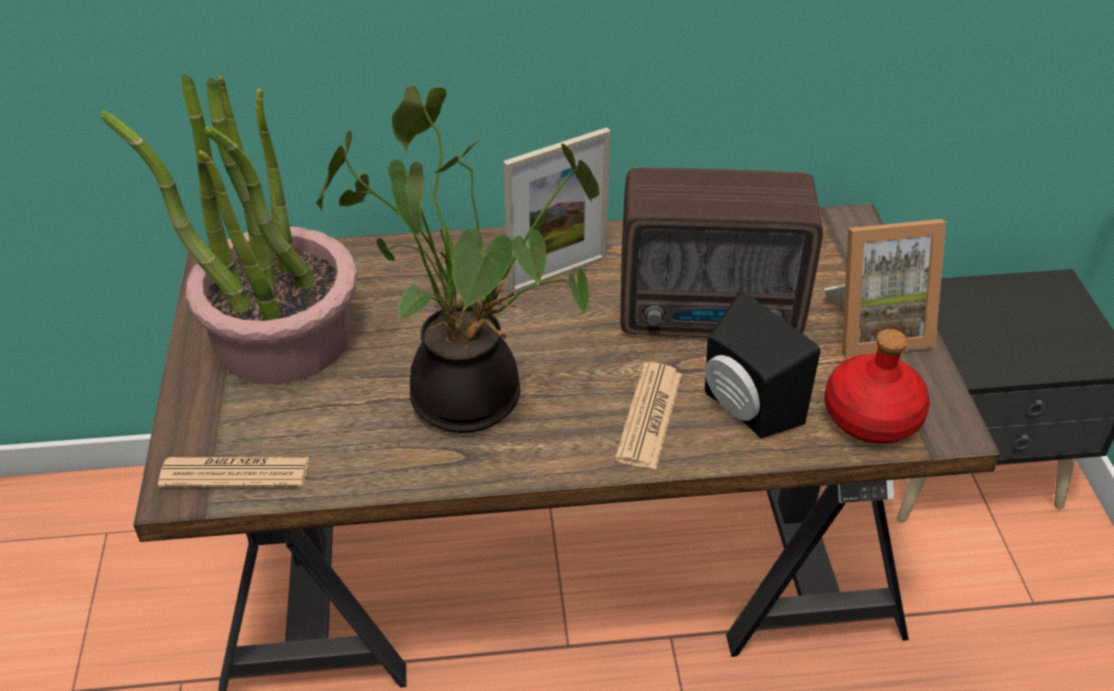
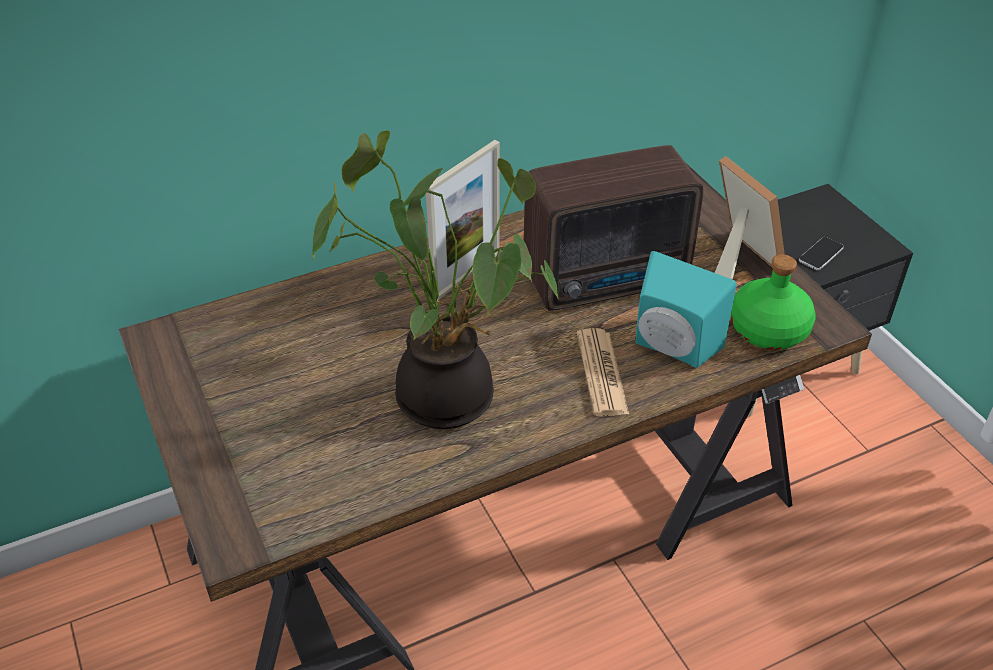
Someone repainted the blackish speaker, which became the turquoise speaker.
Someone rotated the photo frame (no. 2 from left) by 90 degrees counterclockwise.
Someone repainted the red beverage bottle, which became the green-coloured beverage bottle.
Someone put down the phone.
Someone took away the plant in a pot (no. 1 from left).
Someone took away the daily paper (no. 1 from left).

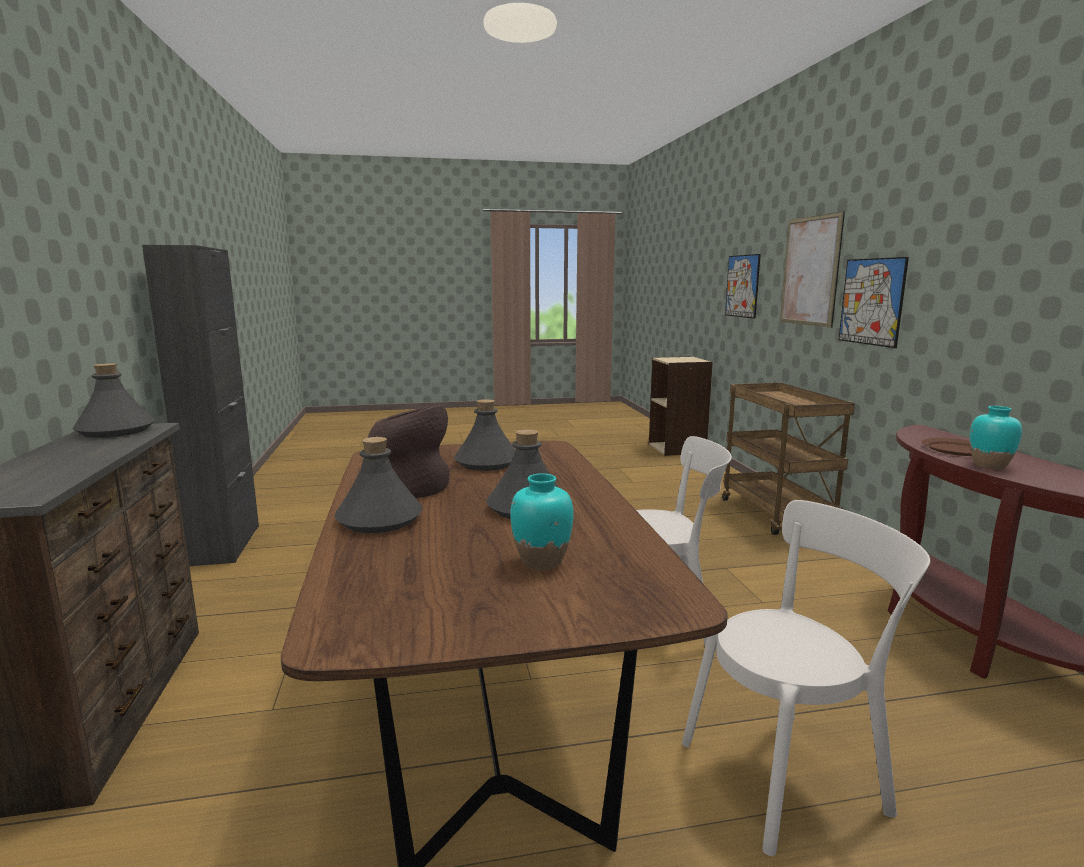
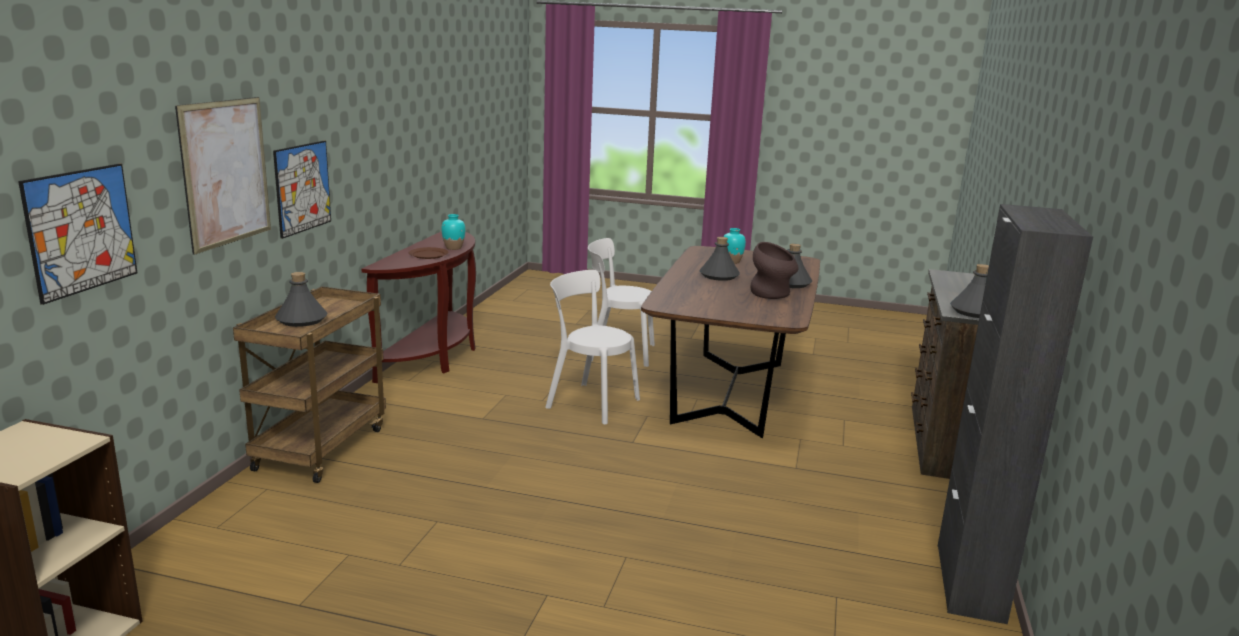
Someone carried the greyish beverage bottle (no. 3 from left in the first image).

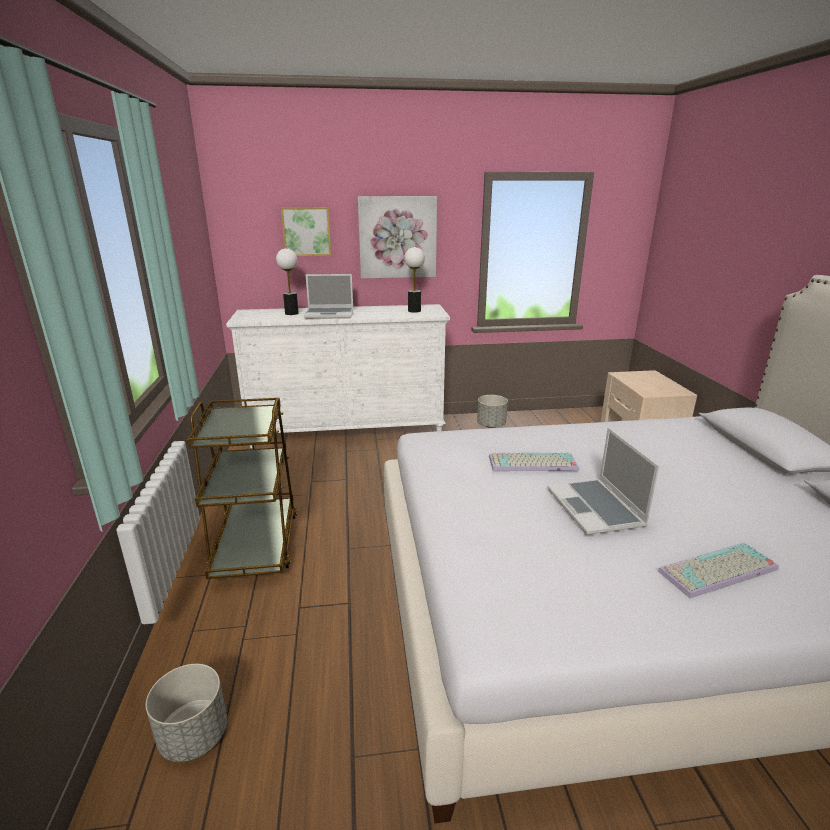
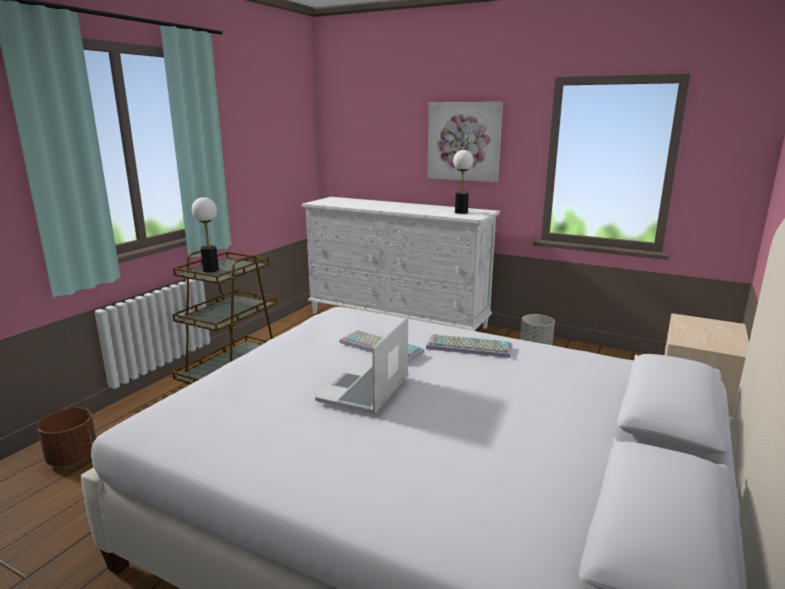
Someone repainted the greyish planter (no. 1 from left), which became the brownish planter.
Someone carried the table lamp (no. 1 from left).
Someone carried the keyboard (no. 2 from left).
Someone took away the wall picture (no. 1 from left).
Someone took away the laptop (no. 1 from left).

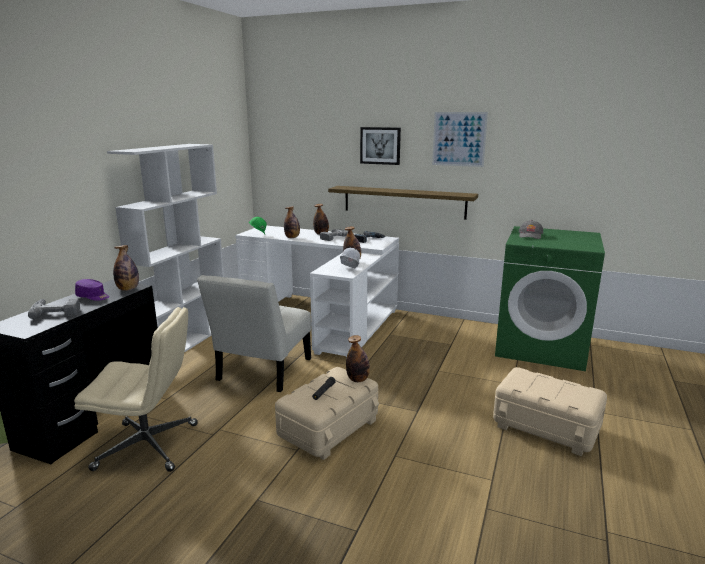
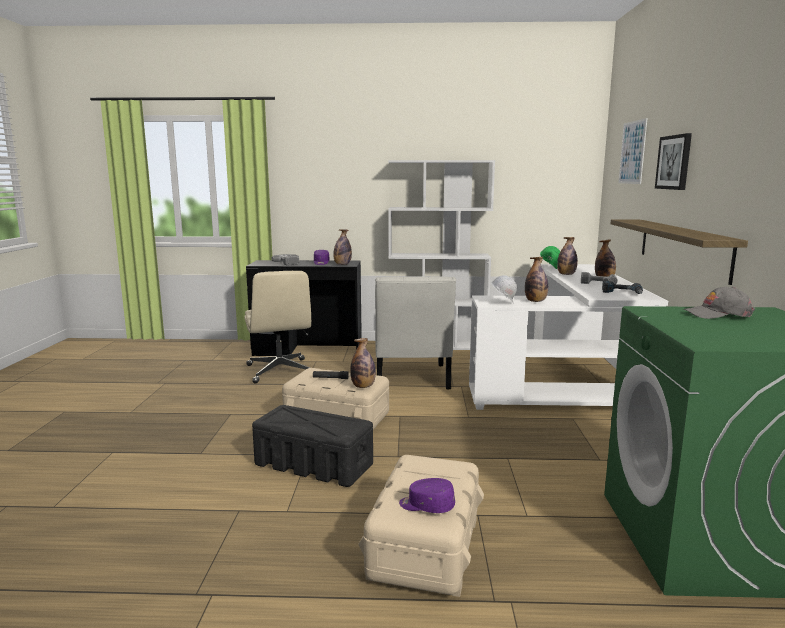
Someone put down the blackish storage container.
Someone rotated the white-coloured plain chair by 90 degrees counterclockwise.
Someone put down the purplish baseball cap (no. 2 from left).
Someone carried the wall picture (no. 2 from left in the first image).

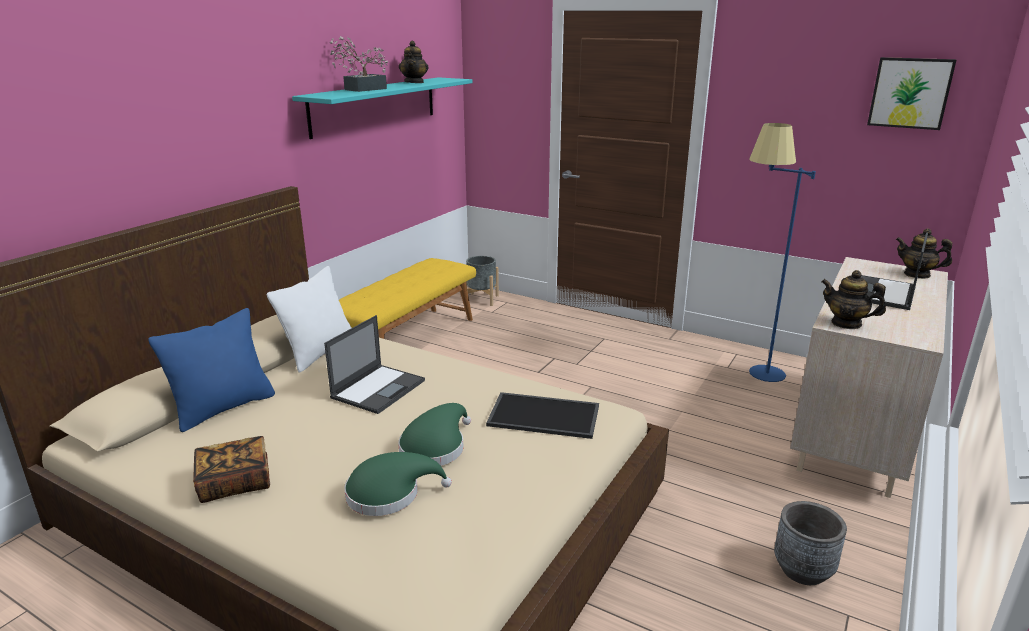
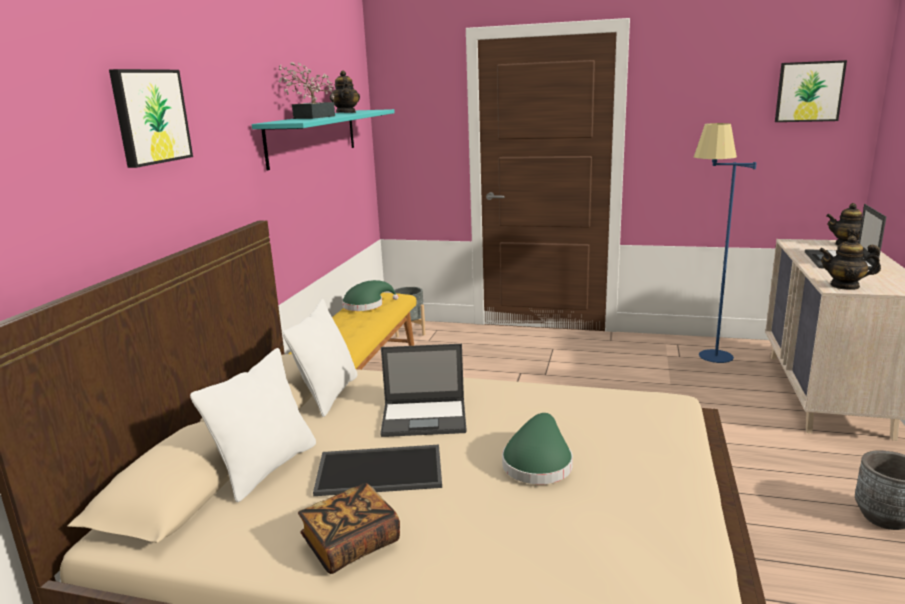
Someone put up the wall picture (no. 1 from left).
Someone repainted the blue-coloured throw pillow, which became the white-coloured throw pillow (no. 1 from left).
Someone carried the tray.
Someone carried the green-coloured hat (no. 1 from left).
Someone rotated the laptop (no. 1 from left) by 75 degrees clockwise.

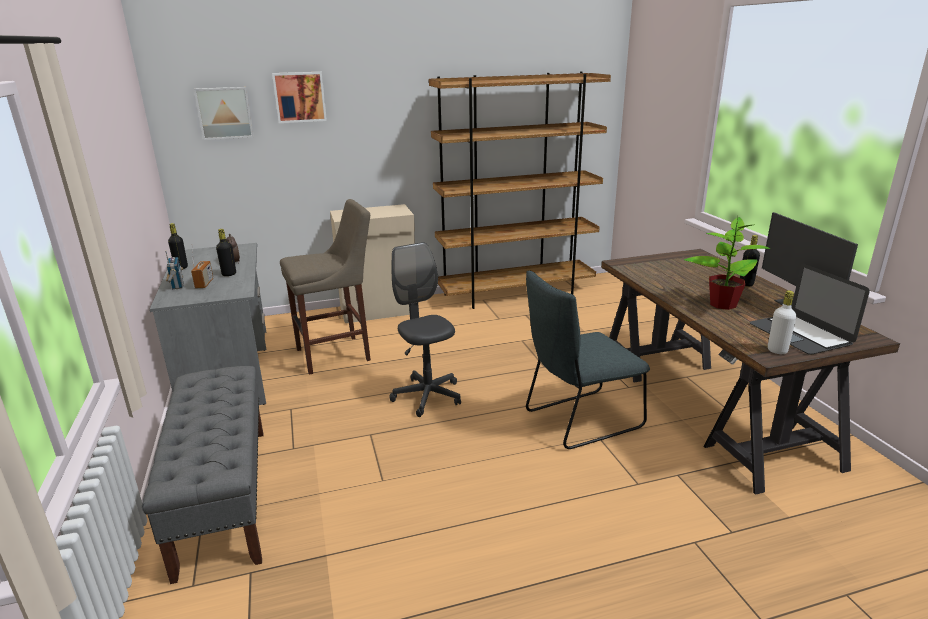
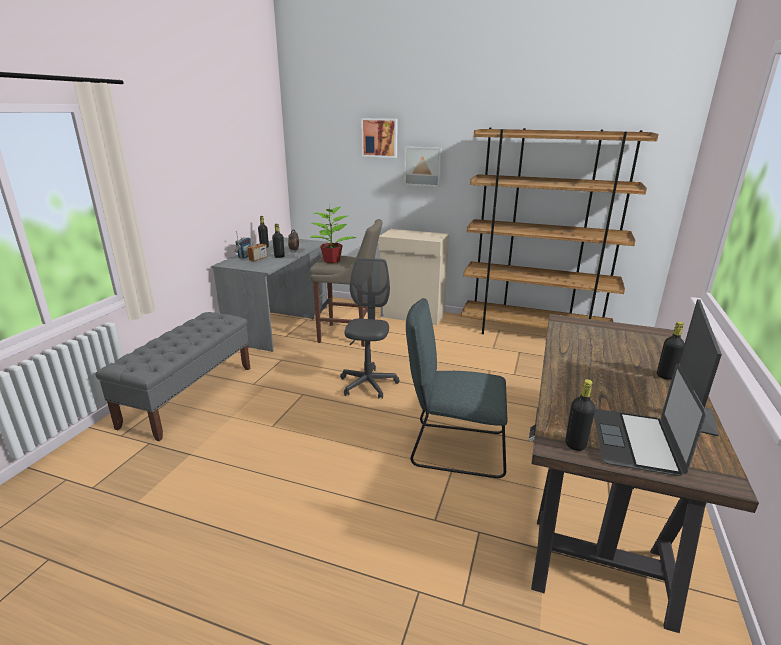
Someone carried the plant in a pot.
Someone carried the wall picture (no. 1 from left in the first image).
Someone repainted the white-coloured beverage bottle, which became the blackish beverage bottle (no. 3 from left).

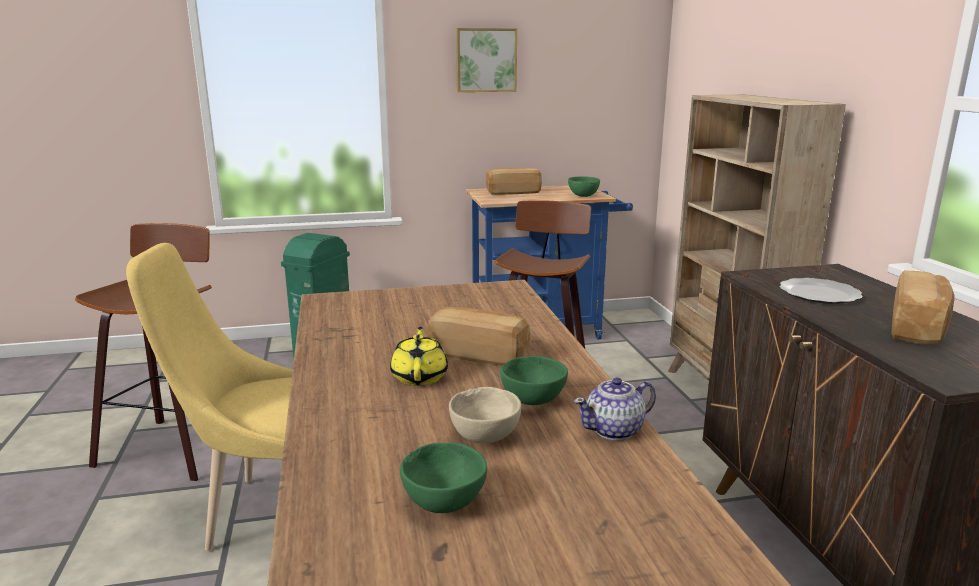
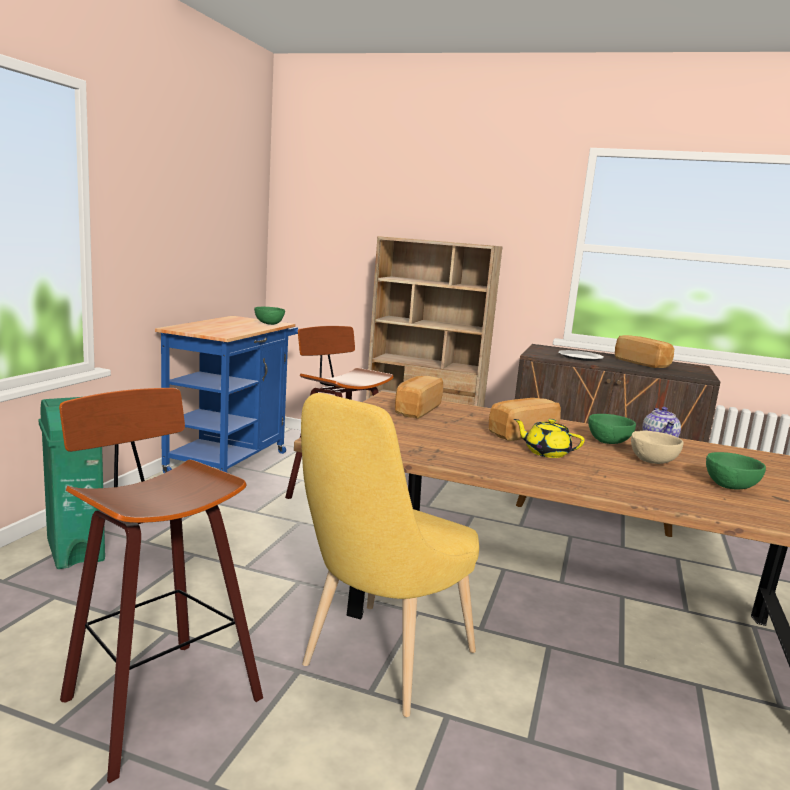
Someone carried the bakery bread (no. 2 from left in the first image).
Someone took away the wall picture.

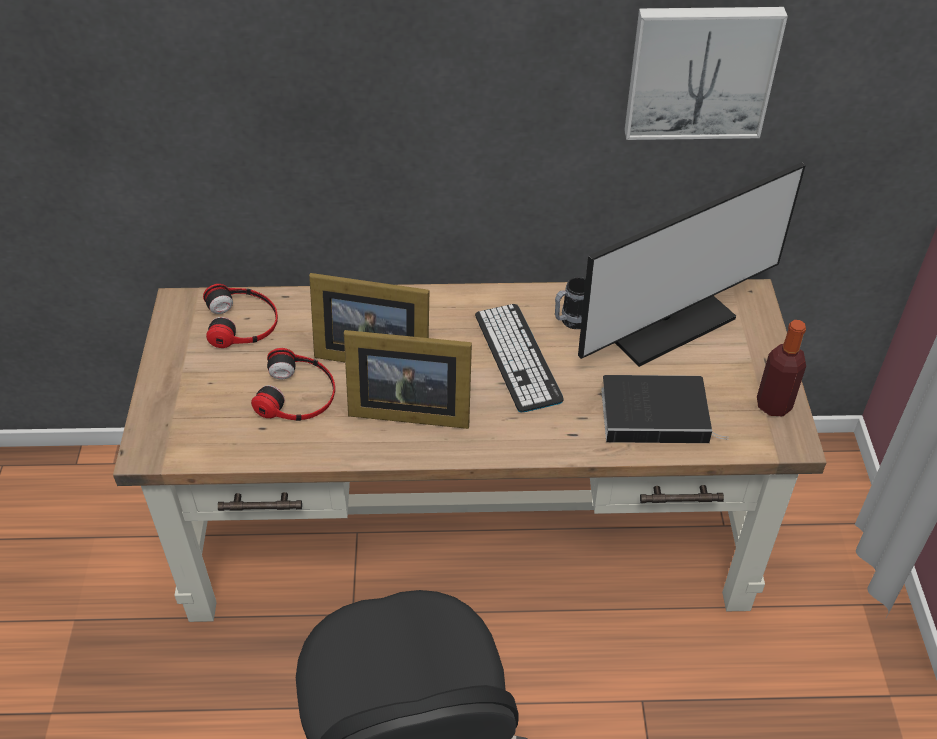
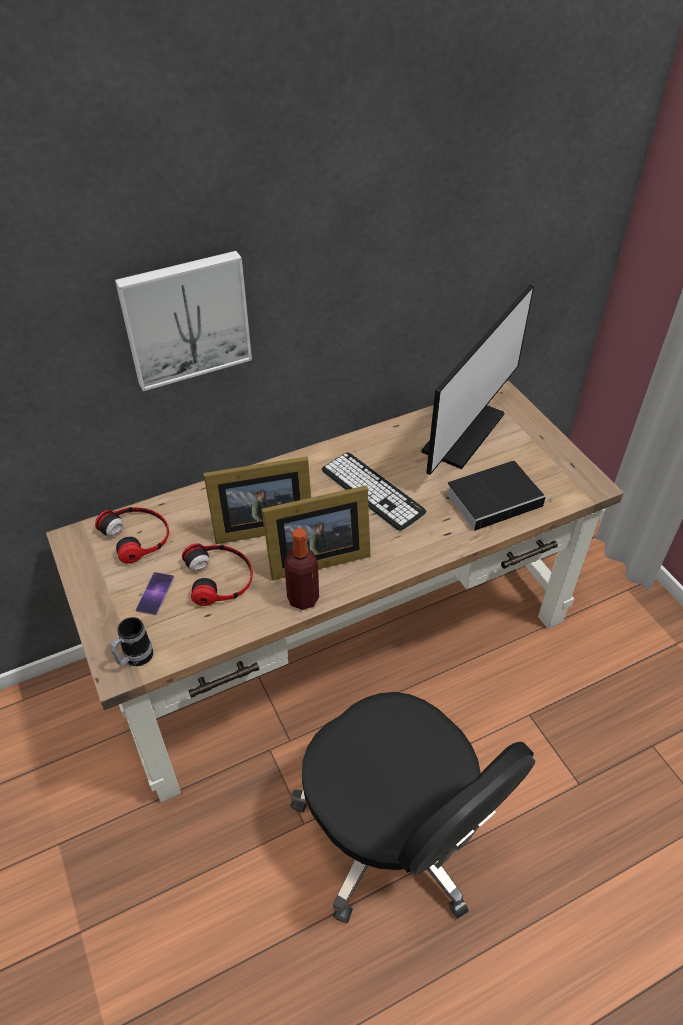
Someone carried the tea mug.
Someone carried the wall picture.
Someone put down the phone.
Someone carried the beverage bottle.

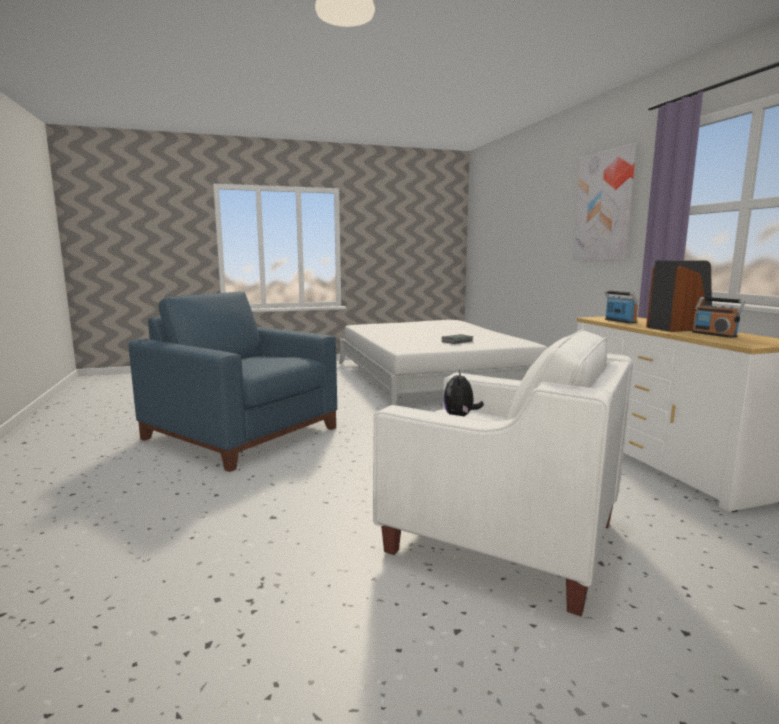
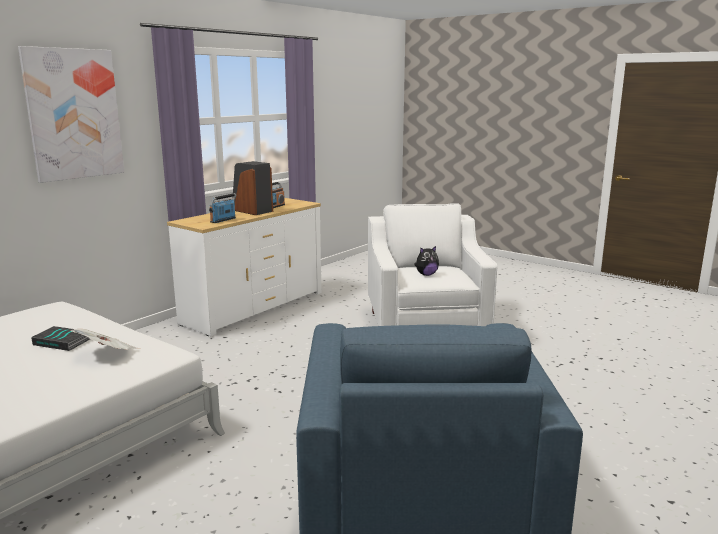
Someone put down the daily paper.

